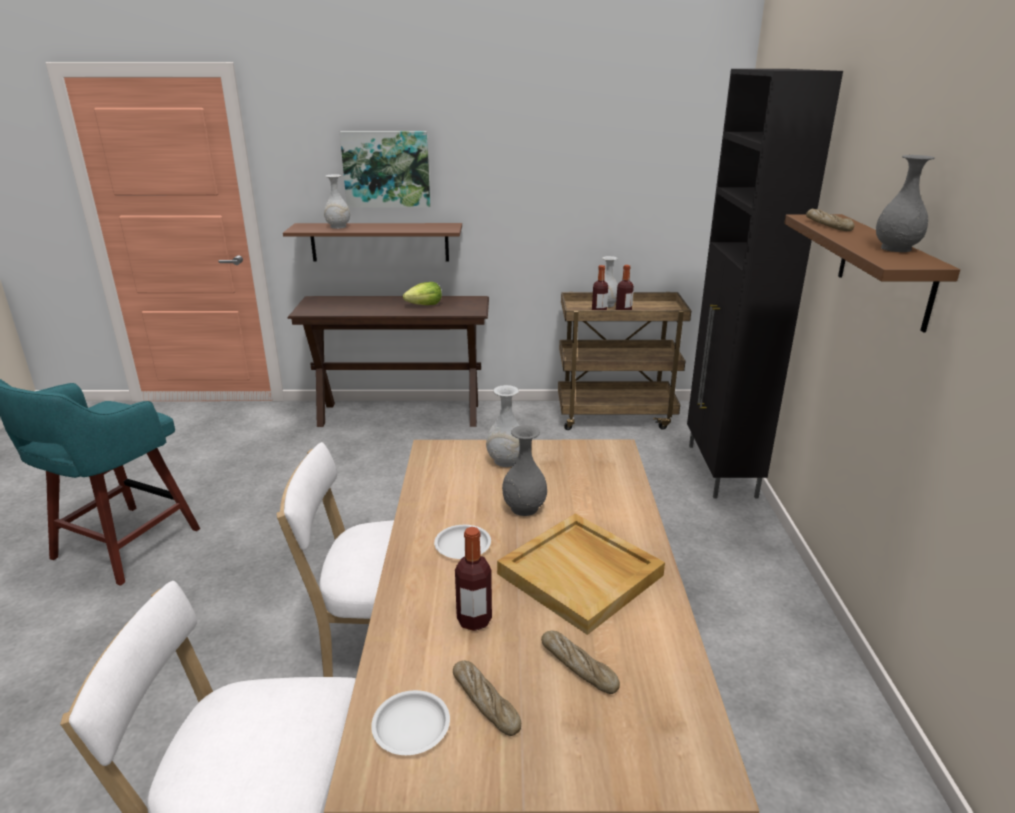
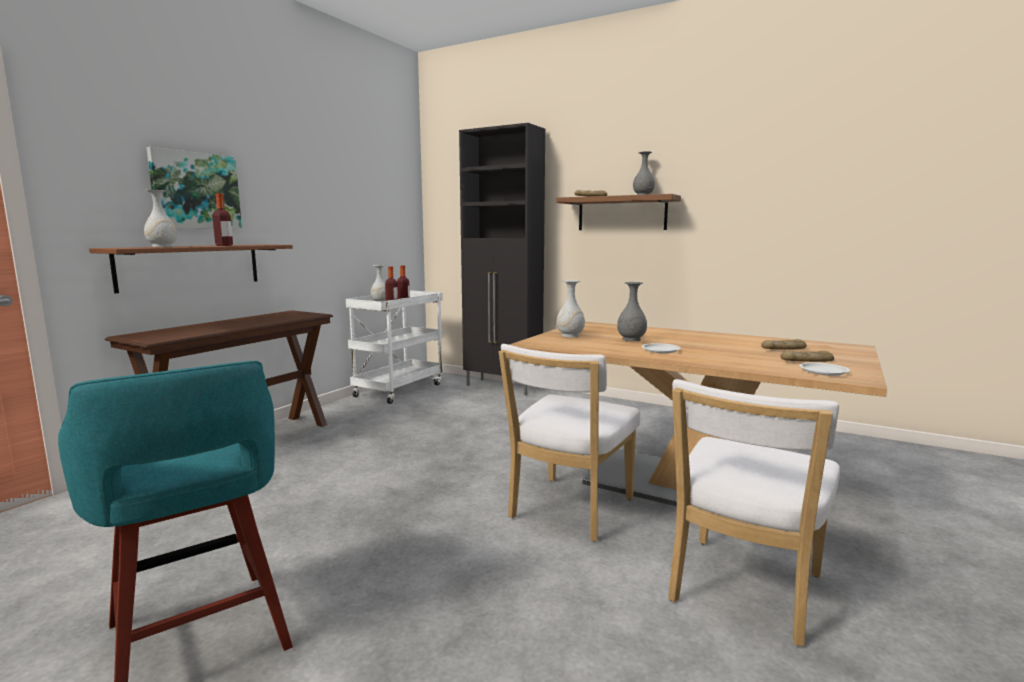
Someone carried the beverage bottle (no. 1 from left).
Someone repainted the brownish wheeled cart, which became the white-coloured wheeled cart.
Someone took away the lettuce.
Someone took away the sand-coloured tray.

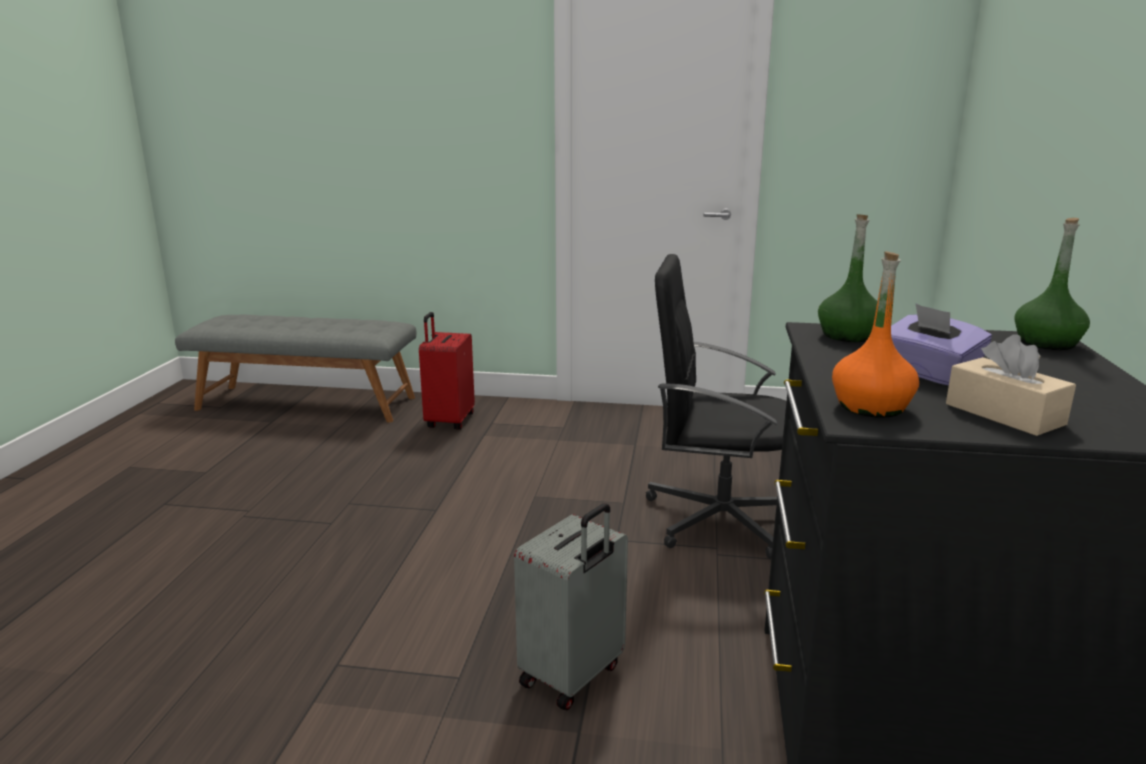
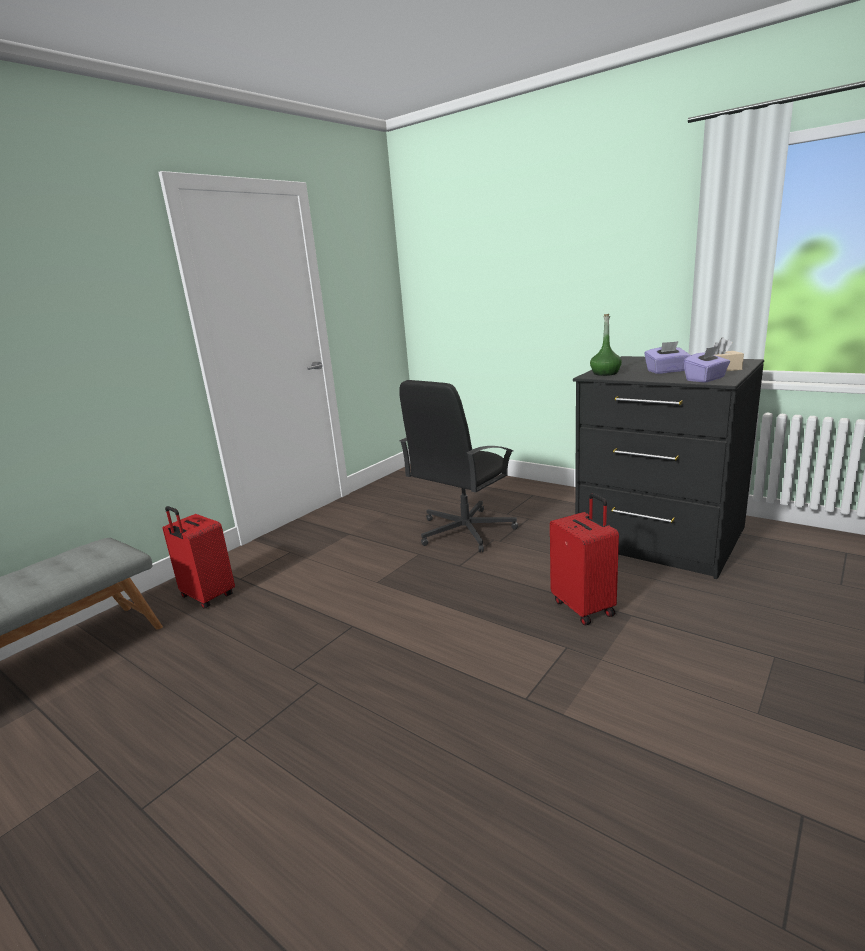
Someone repainted the greyish piece of luggage, which became the red piece of luggage (no. 2 from left).
Someone swapped the orange-coloured beverage bottle for the purplish tissue holder (no. 2 from left).
Someone took away the green-coloured beverage bottle (no. 2 from left).

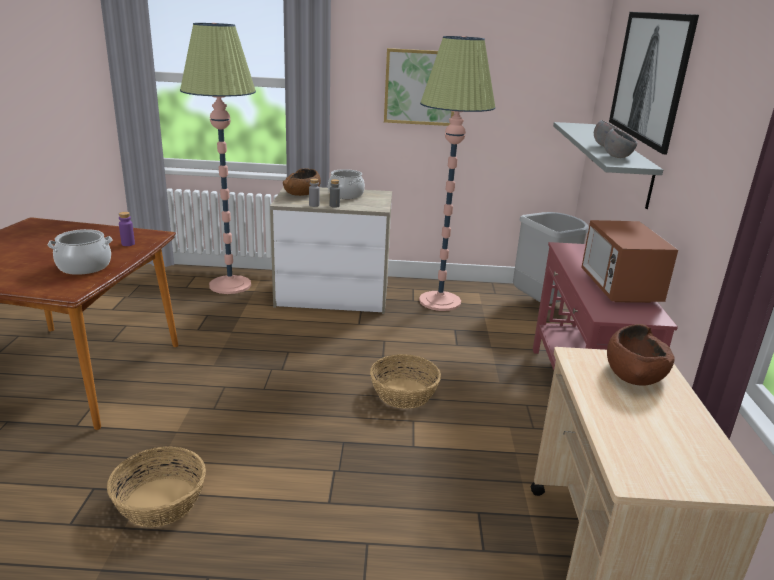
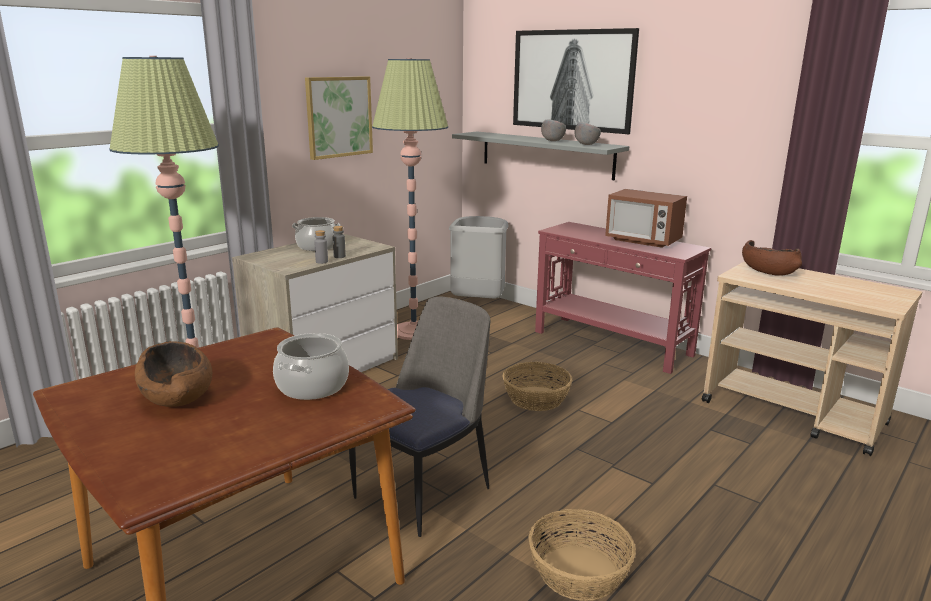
Someone carried the brownish serving bowl (no. 1 from left).
Someone put down the plain chair.
Someone took away the purplish beverage bottle.

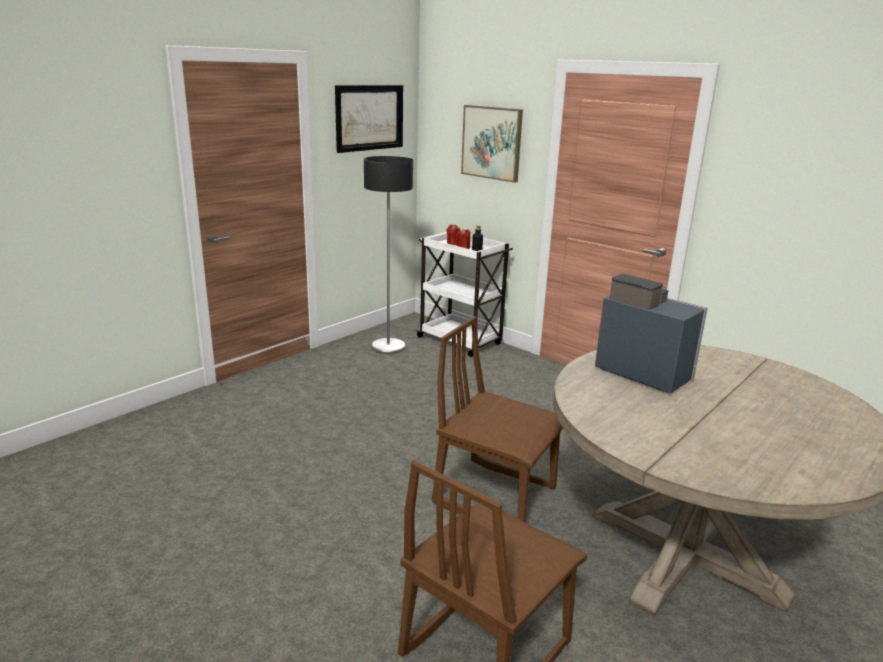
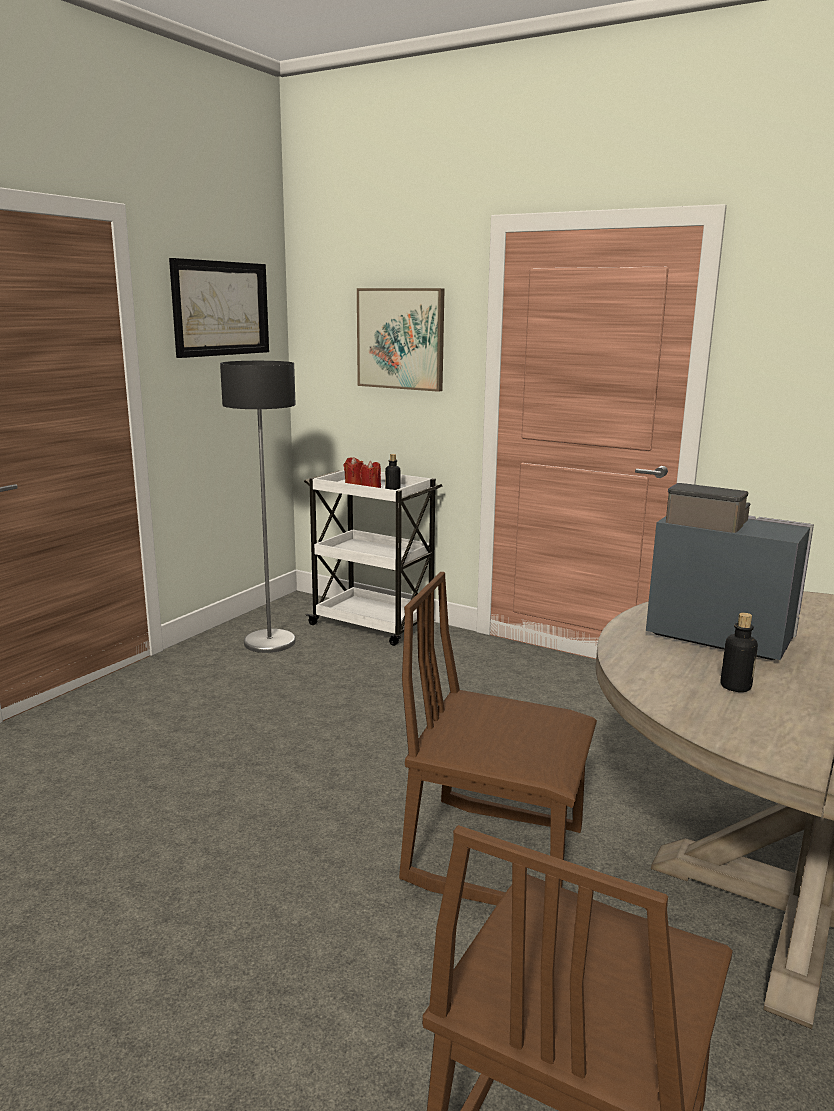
Someone put down the beverage bottle (no. 2 from left).

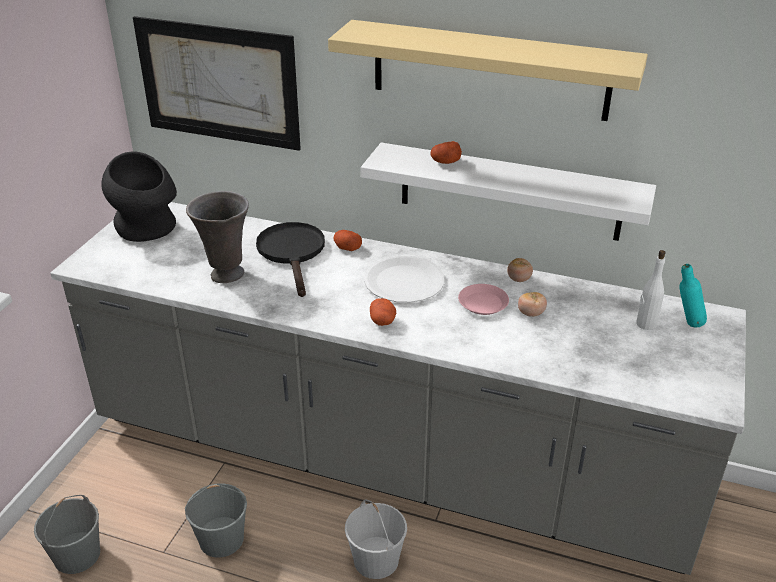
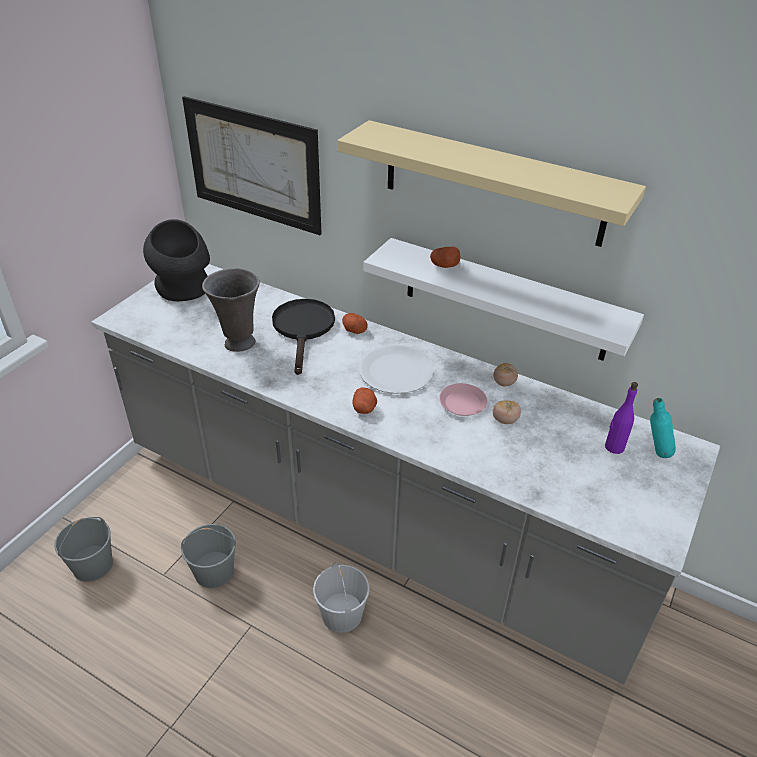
Someone repainted the white-coloured beverage bottle, which became the purplish beverage bottle.

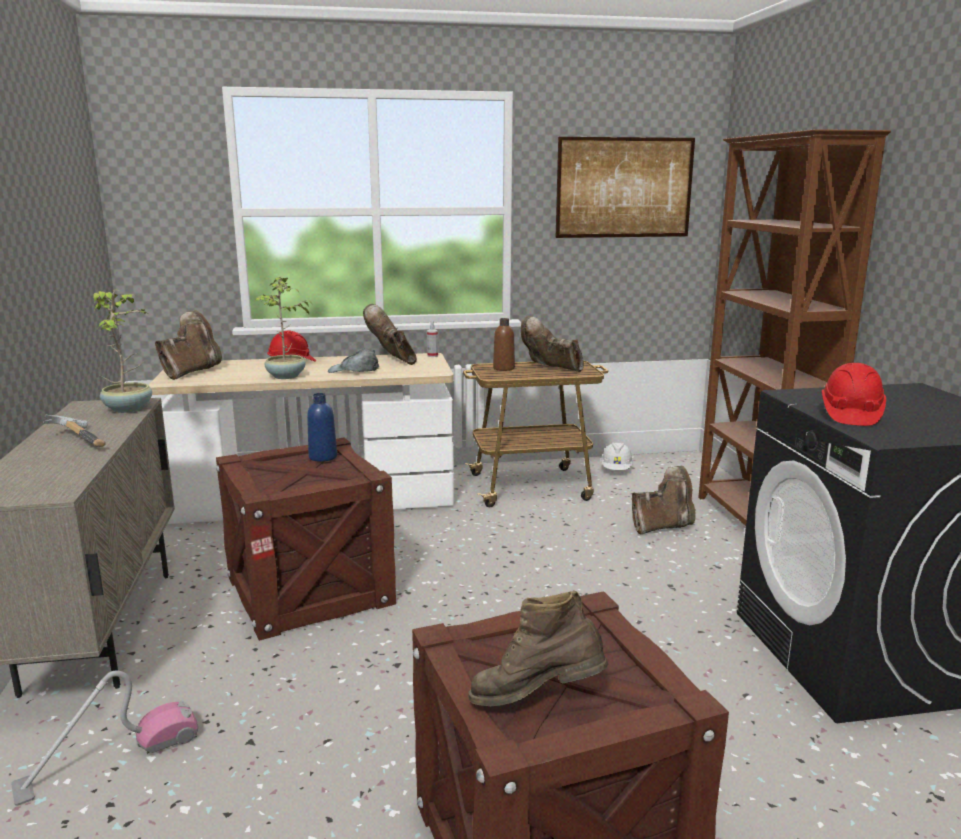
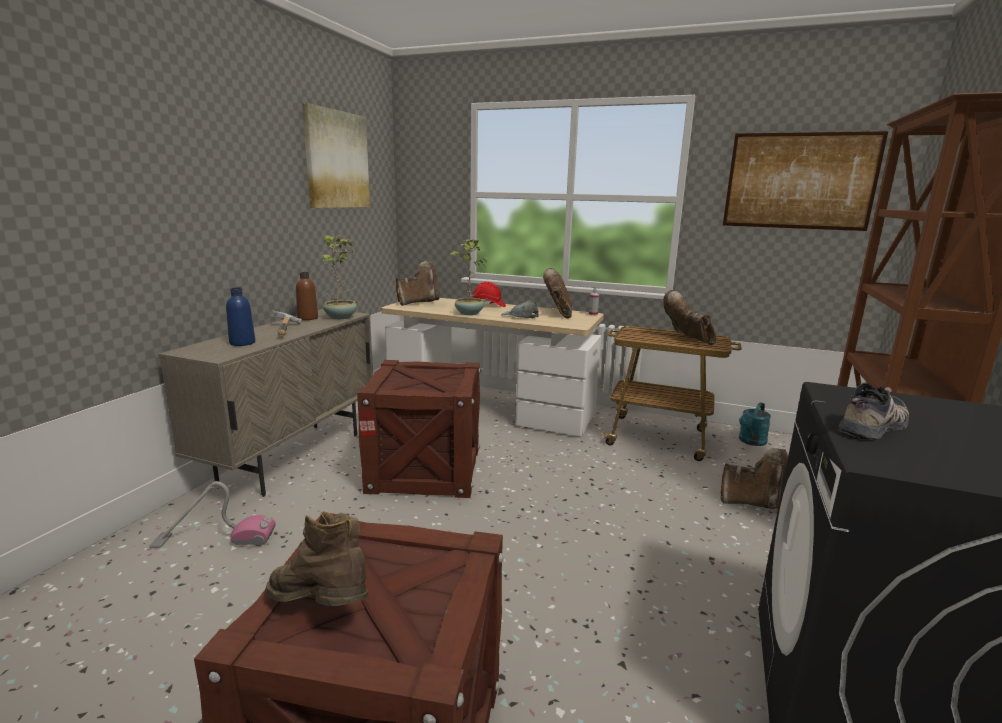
Someone carried the blue-coloured beverage bottle.
Someone carried the brownish beverage bottle.
Someone put up the wall picture (no. 1 from left).
Someone swapped the white-coloured work helmet for the turquoise sprinkling can.
Someone swapped the red work helmet (no. 2 from left) for the low shoe.

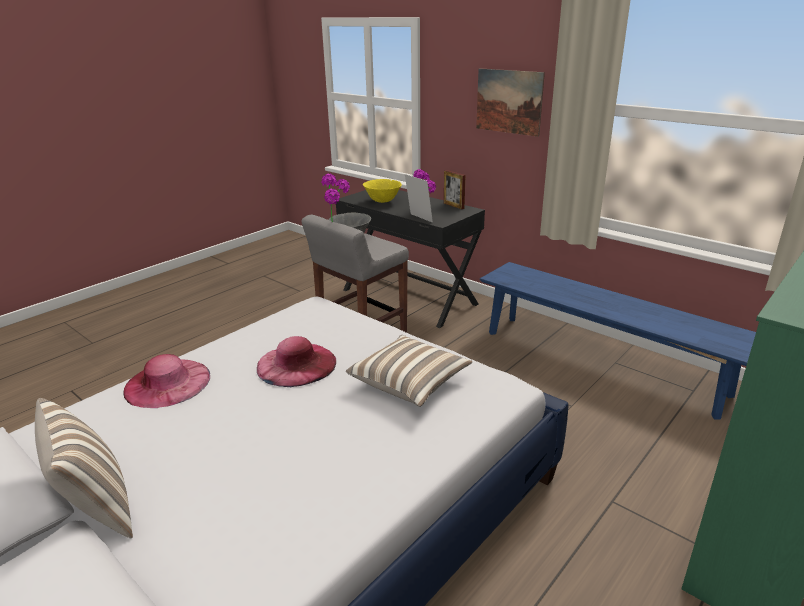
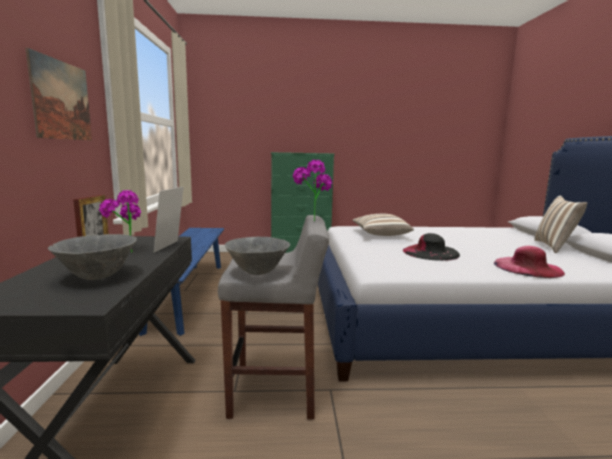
Someone repainted the yellow serving bowl, which became the greyish serving bowl (no. 1 from left).
Someone repainted the pinkish hat (no. 2 from left), which became the blackish hat.

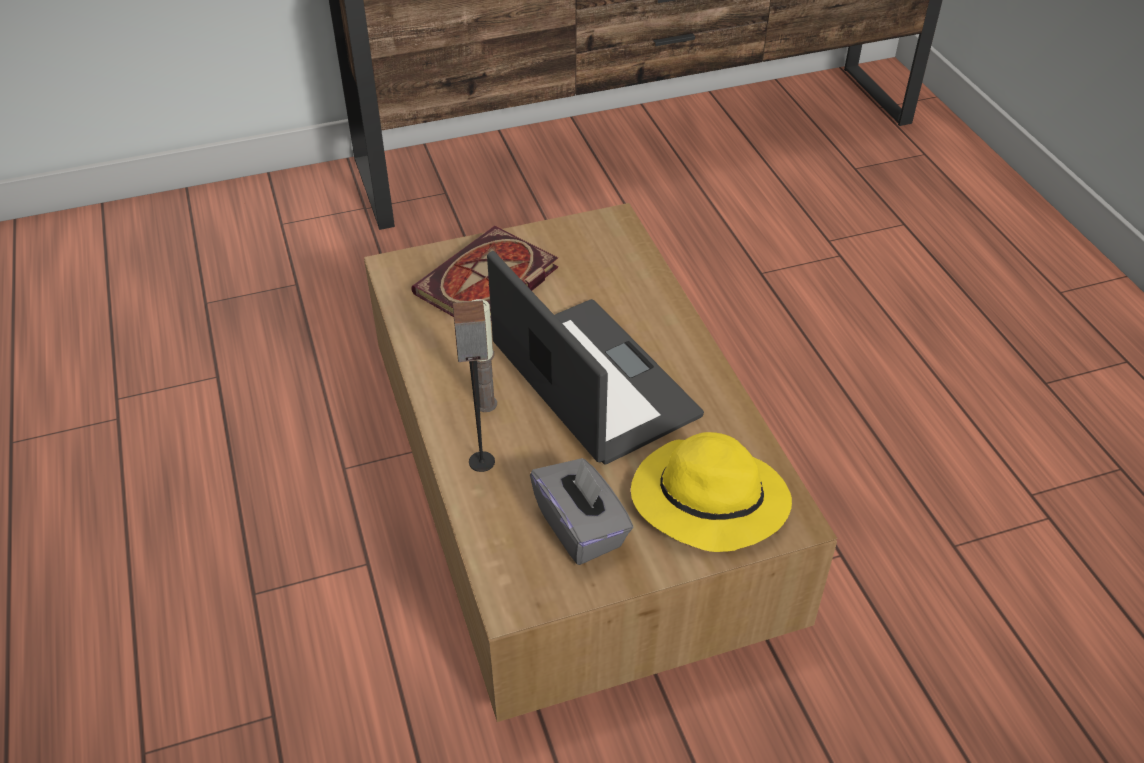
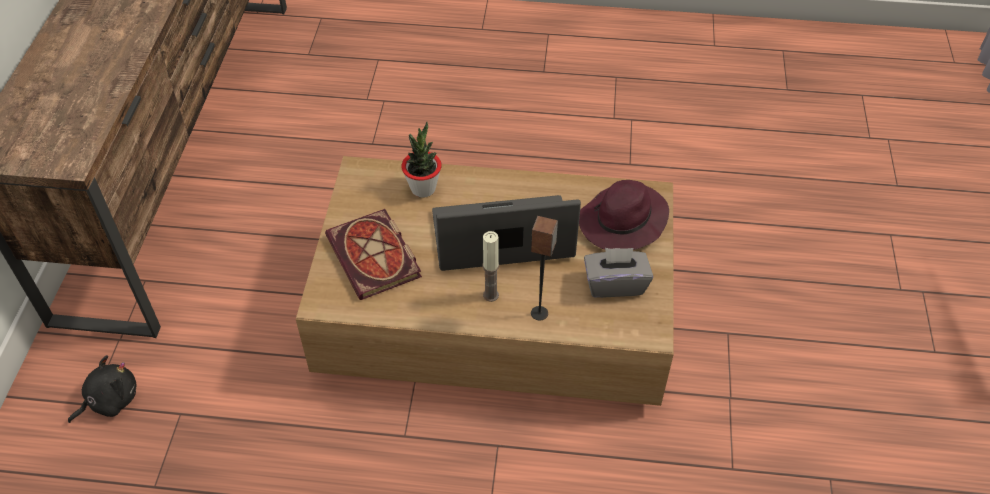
Someone put down the blackish cuddly toy.
Someone put down the plant in a pot.
Someone repainted the yellow hat, which became the purplish hat.

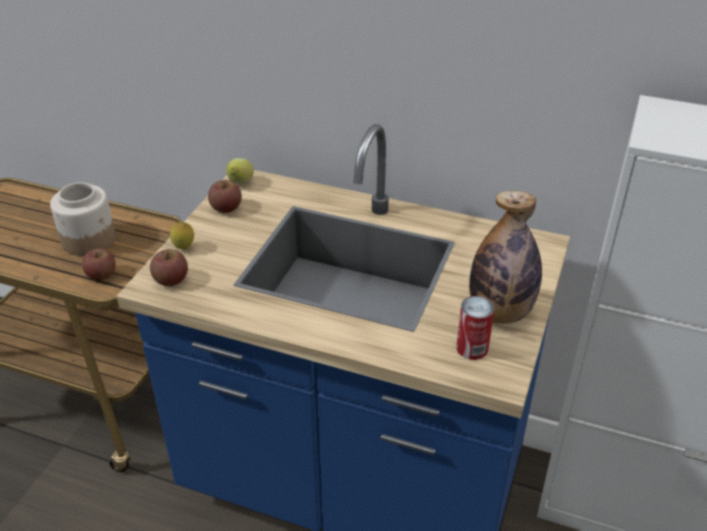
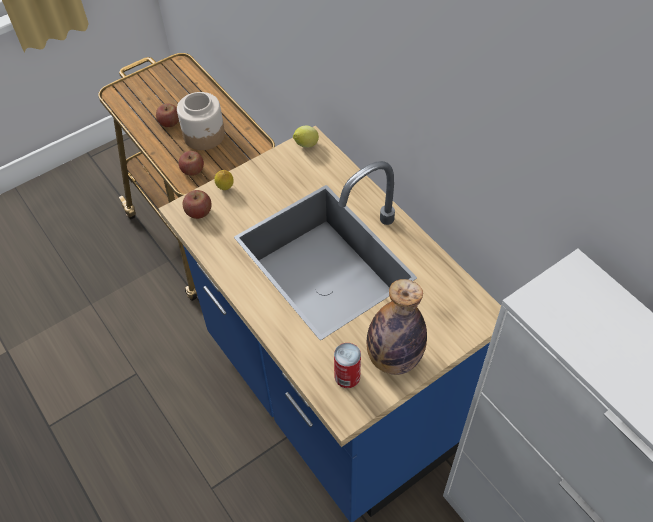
Someone carried the apple fruit (no. 3 from left in the first image).

